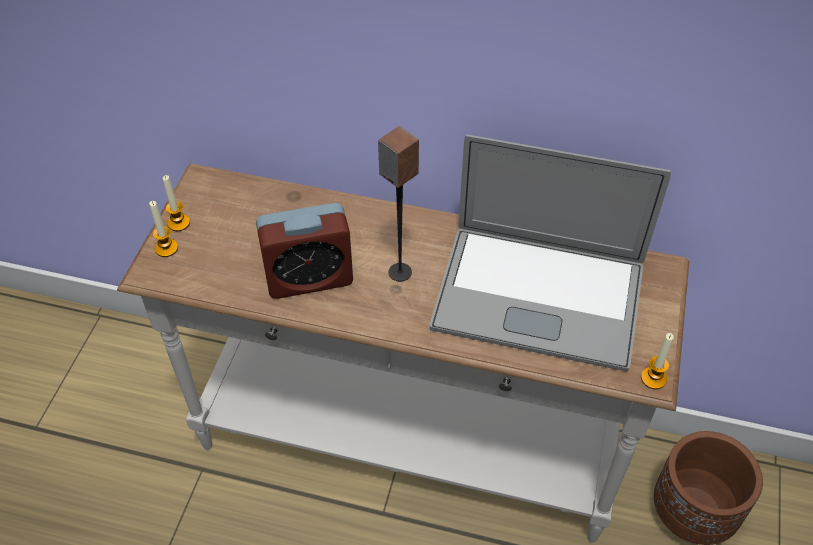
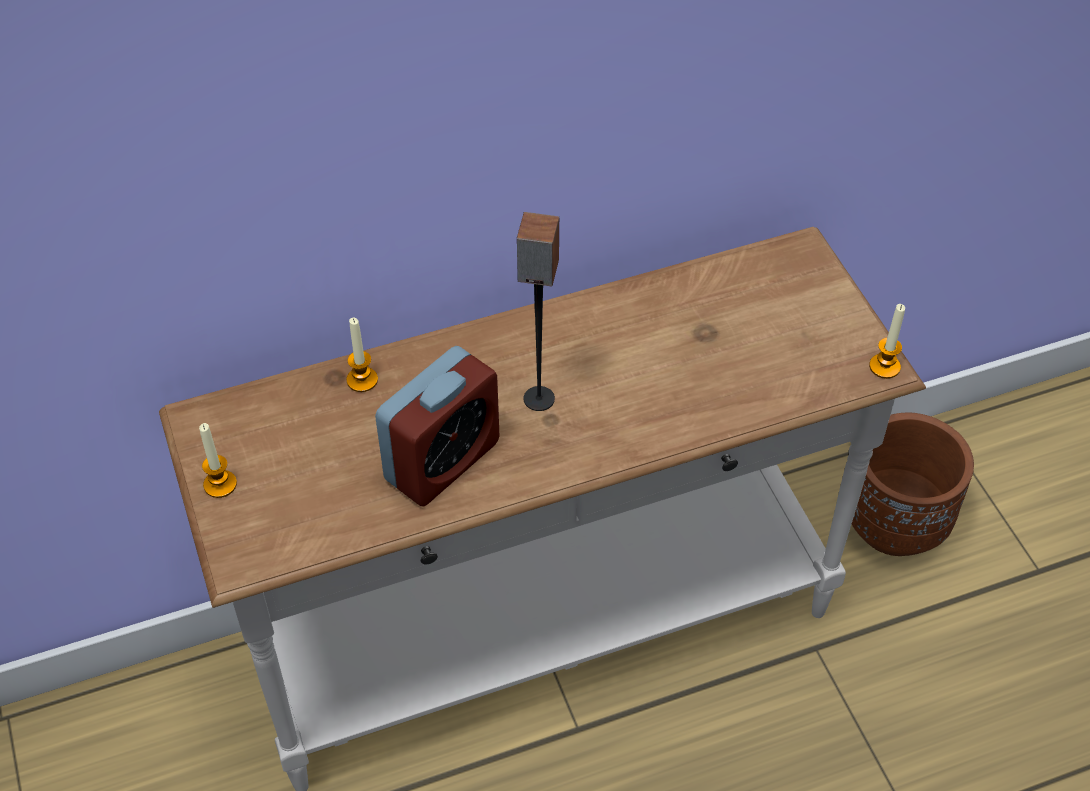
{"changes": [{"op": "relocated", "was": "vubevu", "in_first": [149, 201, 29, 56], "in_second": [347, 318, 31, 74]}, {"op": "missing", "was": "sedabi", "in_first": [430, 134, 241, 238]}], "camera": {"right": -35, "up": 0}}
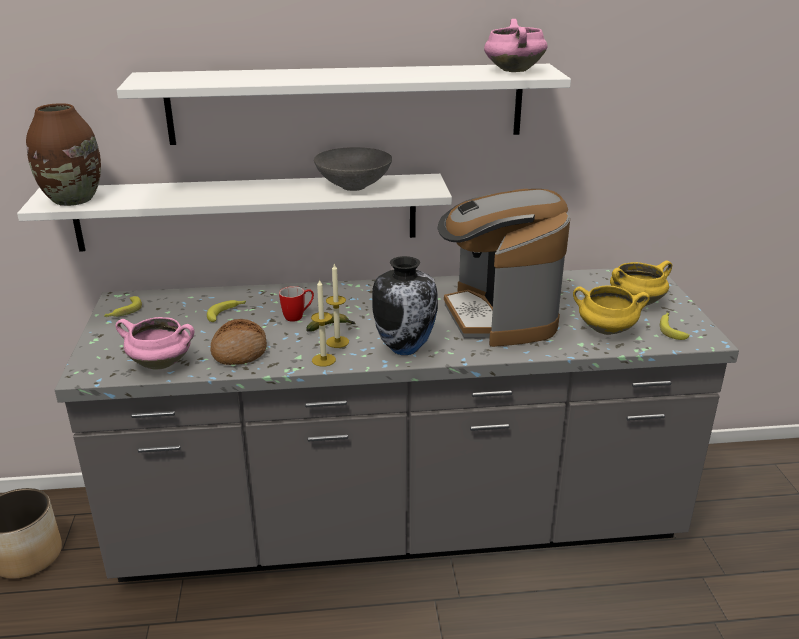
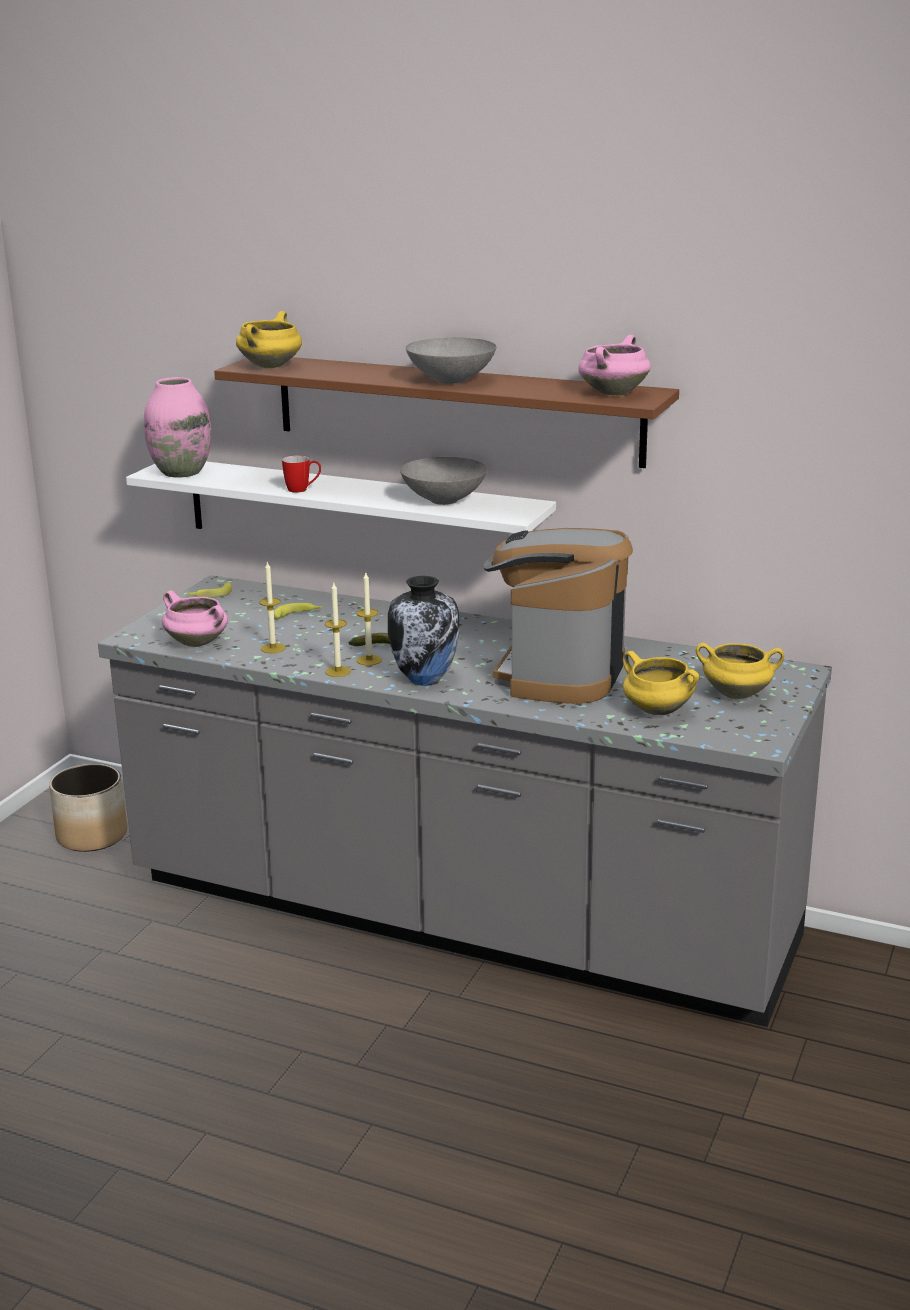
{"changes": [{"op": "colour", "was": "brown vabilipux", "now": "pink vabilipux", "in_first": [26, 103, 75, 103], "in_second": [144, 377, 68, 101]}, {"op": "colour", "was": "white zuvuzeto", "now": "brown zuvuzeto", "in_first": [117, 64, 454, 81], "in_second": [214, 357, 465, 111]}, {"op": "exchanged", "was": "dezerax", "now": "vubevu", "in_first": [210, 319, 57, 46], "in_second": [259, 562, 27, 91]}, {"op": "relocated", "was": "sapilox", "in_first": [279, 286, 35, 36], "in_second": [282, 455, 39, 38]}, {"op": "missing", "was": "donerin", "in_first": [660, 312, 30, 28]}, {"op": "appeared", "now": "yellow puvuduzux", "in_second": [236, 311, 66, 57]}, {"op": "appeared", "now": "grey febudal", "in_second": [406, 337, 90, 47]}], "camera": {"right": 30, "up": -5}}
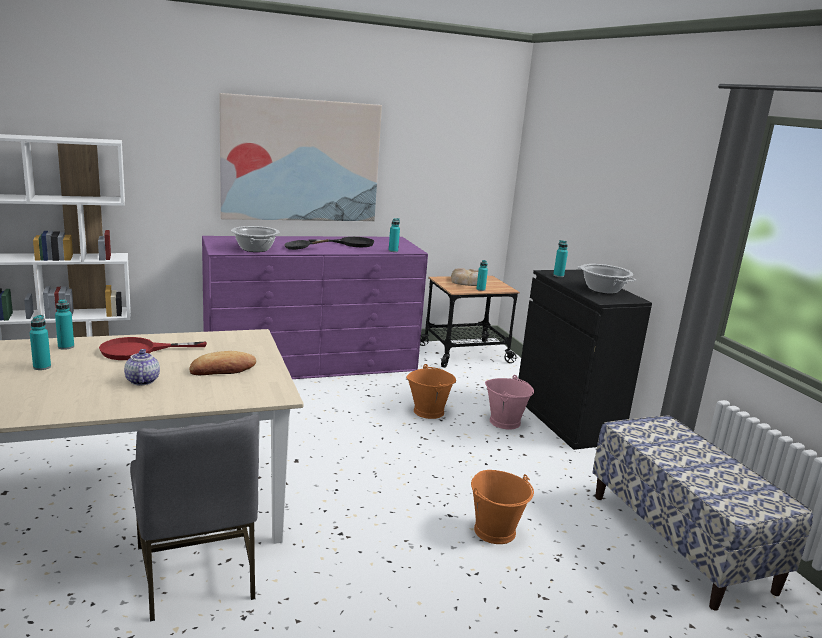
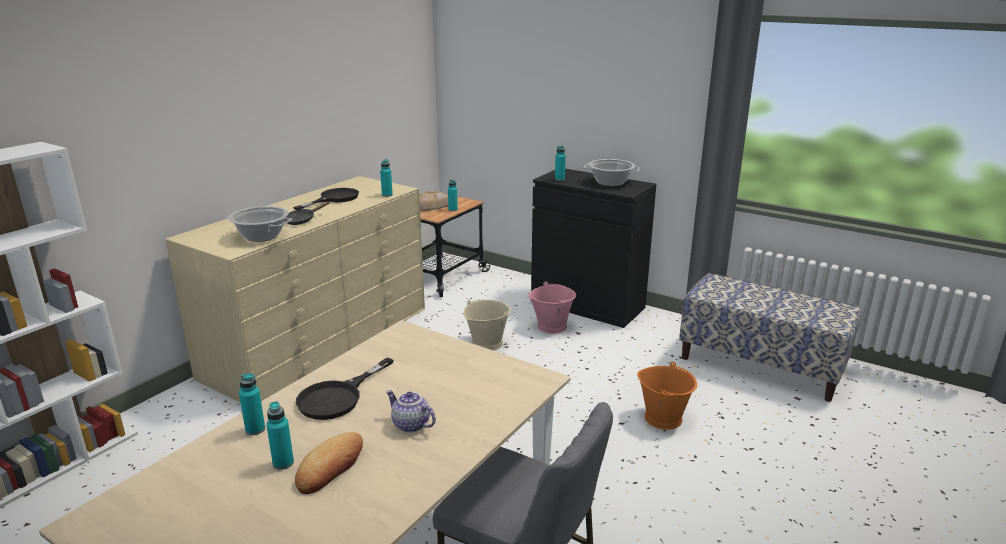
{"changes": [{"op": "colour", "was": "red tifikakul", "now": "black tifikakul", "in_first": [99, 337, 108, 23], "in_second": [296, 357, 98, 63]}, {"op": "relocated", "was": "dezerax", "in_first": [189, 351, 68, 24], "in_second": [295, 432, 68, 62]}, {"op": "colour", "was": "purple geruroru", "now": "beige geruroru", "in_first": [202, 236, 226, 143], "in_second": [165, 176, 260, 226]}, {"op": "missing", "was": "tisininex", "in_first": [219, 93, 163, 128]}, {"op": "colour", "was": "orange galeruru", "now": "beige galeruru", "in_first": [406, 364, 50, 55], "in_second": [463, 299, 48, 52]}], "camera": {"right": -35, "up": 5}}
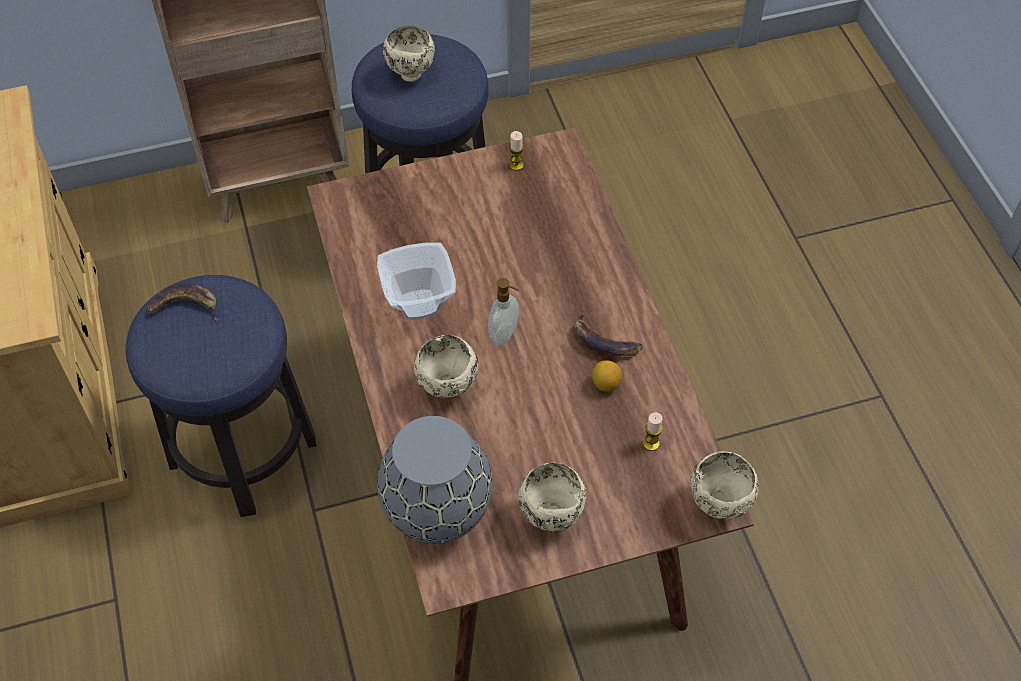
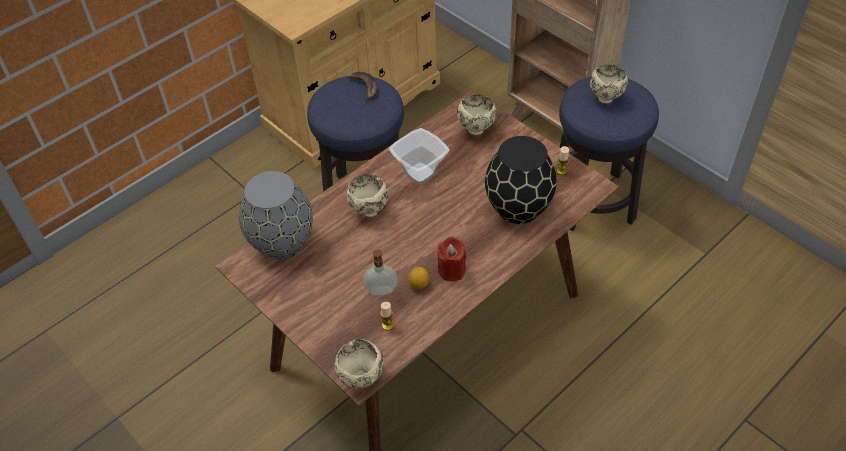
{"changes": [{"op": "relocated", "was": "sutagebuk", "in_first": [488, 278, 31, 67], "in_second": [363, 250, 35, 46]}, {"op": "relocated", "was": "beige febudal", "in_first": [518, 463, 68, 68], "in_second": [457, 94, 39, 41]}, {"op": "exchanged", "was": "donerin", "now": "red vubevu", "in_first": [574, 312, 69, 44], "in_second": [437, 237, 29, 44]}, {"op": "appeared", "now": "black vabilipux", "in_second": [485, 136, 72, 88]}], "camera": {"right": 65, "up": -5}}
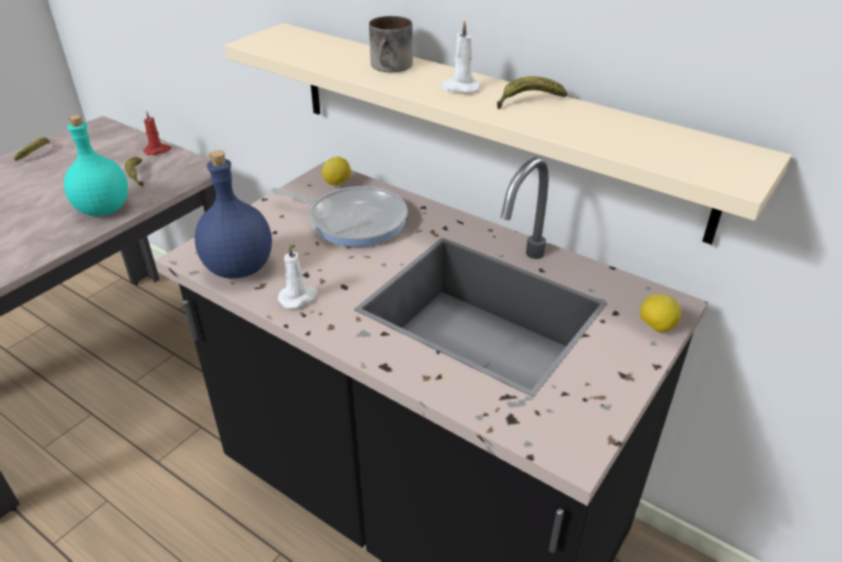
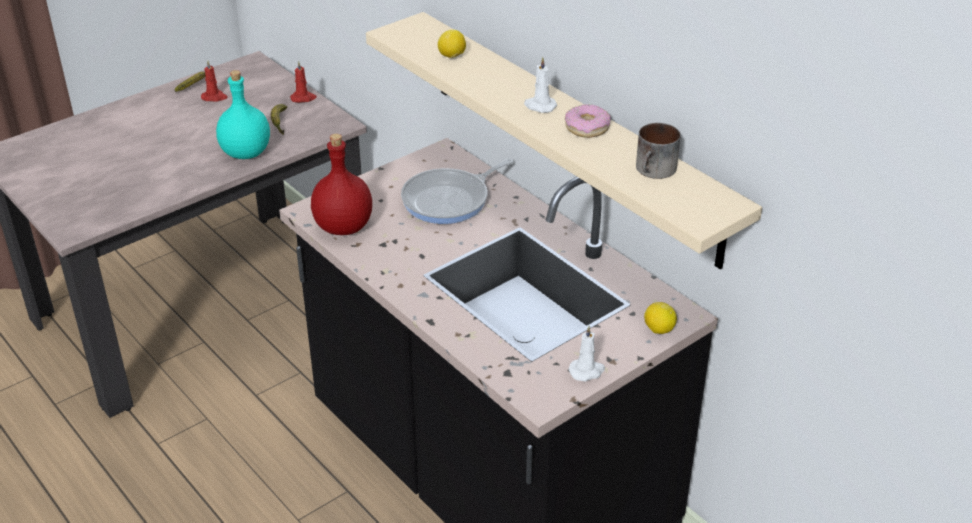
{"changes": [{"op": "colour", "was": "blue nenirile", "now": "red nenirile", "in_first": [195, 150, 77, 128], "in_second": [311, 134, 61, 101]}, {"op": "spun", "was": "tifikakul", "in_first": [271, 186, 137, 61], "in_second": [401, 159, 112, 65], "clockwise": 105}, {"op": "relocated", "was": "white vubevu", "in_first": [278, 244, 40, 65], "in_second": [568, 326, 37, 56]}, {"op": "relocated", "was": "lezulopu", "in_first": [322, 157, 29, 29], "in_second": [438, 30, 28, 28]}, {"op": "relocated", "was": "sapilox", "in_first": [369, 16, 44, 56], "in_second": [636, 123, 45, 56]}, {"op": "exchanged", "was": "donerin", "now": "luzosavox", "in_first": [497, 76, 70, 33], "in_second": [565, 104, 46, 34]}, {"op": "appeared", "now": "red vubevu", "in_second": [201, 60, 27, 42]}], "camera": {"right": 15, "up": 0}}
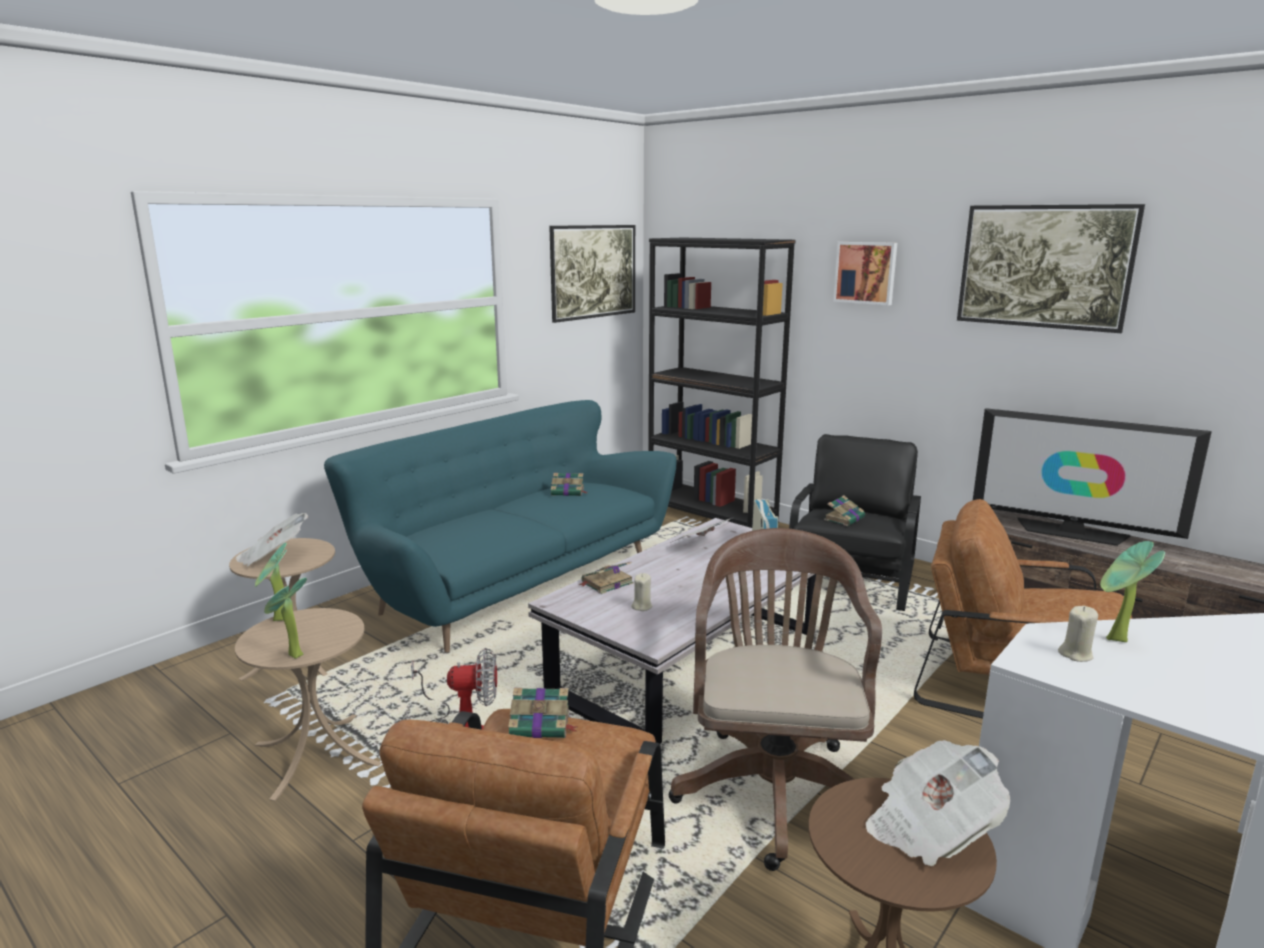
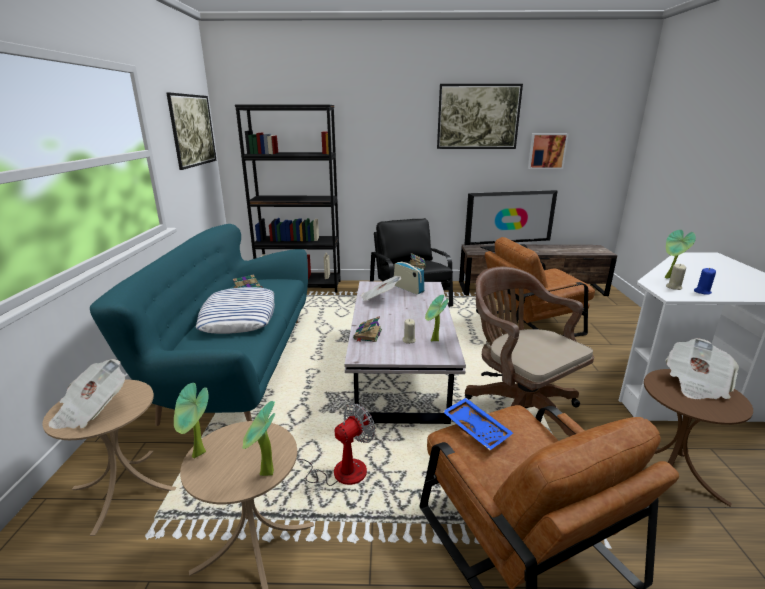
{"changes": [{"op": "exchanged", "was": "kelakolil", "now": "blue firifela", "in_first": [508, 688, 70, 50], "in_second": [442, 398, 71, 52]}, {"op": "relocated", "was": "tisininex", "in_first": [833, 242, 64, 63], "in_second": [528, 133, 41, 36]}, {"op": "appeared", "now": "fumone", "in_second": [195, 287, 80, 47]}, {"op": "appeared", "now": "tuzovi", "in_second": [425, 295, 24, 47]}, {"op": "appeared", "now": "blue vubevu", "in_second": [694, 268, 22, 27]}], "camera": {"right": -40, "up": 5}}
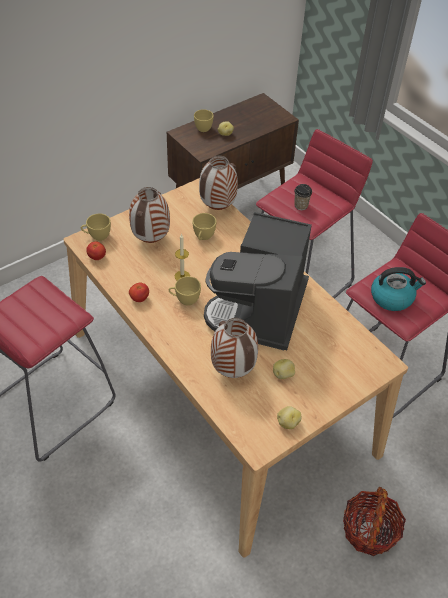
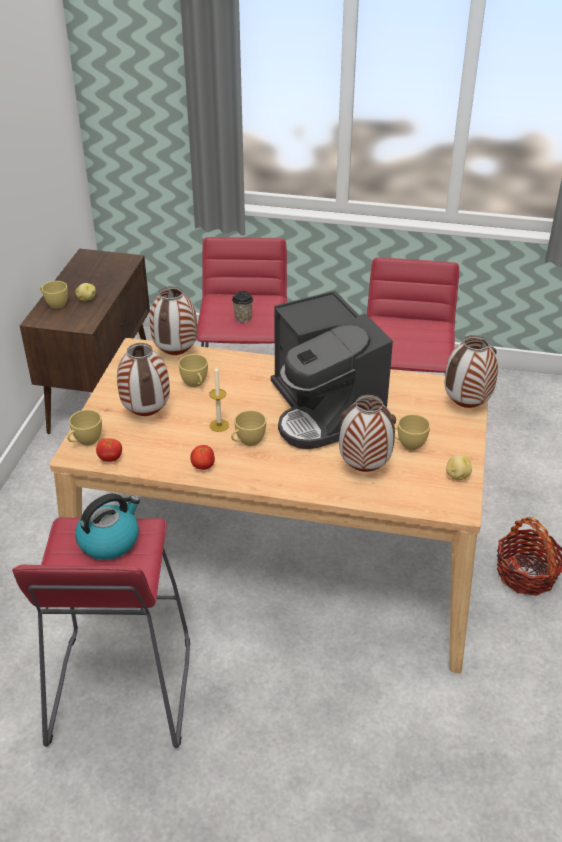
{"changes": [{"op": "exchanged", "was": "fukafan", "now": "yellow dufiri", "in_first": [273, 359, 22, 20], "in_second": [395, 414, 35, 36]}, {"op": "relocated", "was": "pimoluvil", "in_first": [371, 267, 55, 44], "in_second": [75, 493, 65, 67]}, {"op": "appeared", "now": "vabilipux", "in_second": [445, 335, 53, 73]}], "camera": {"right": -40, "up": -10}}
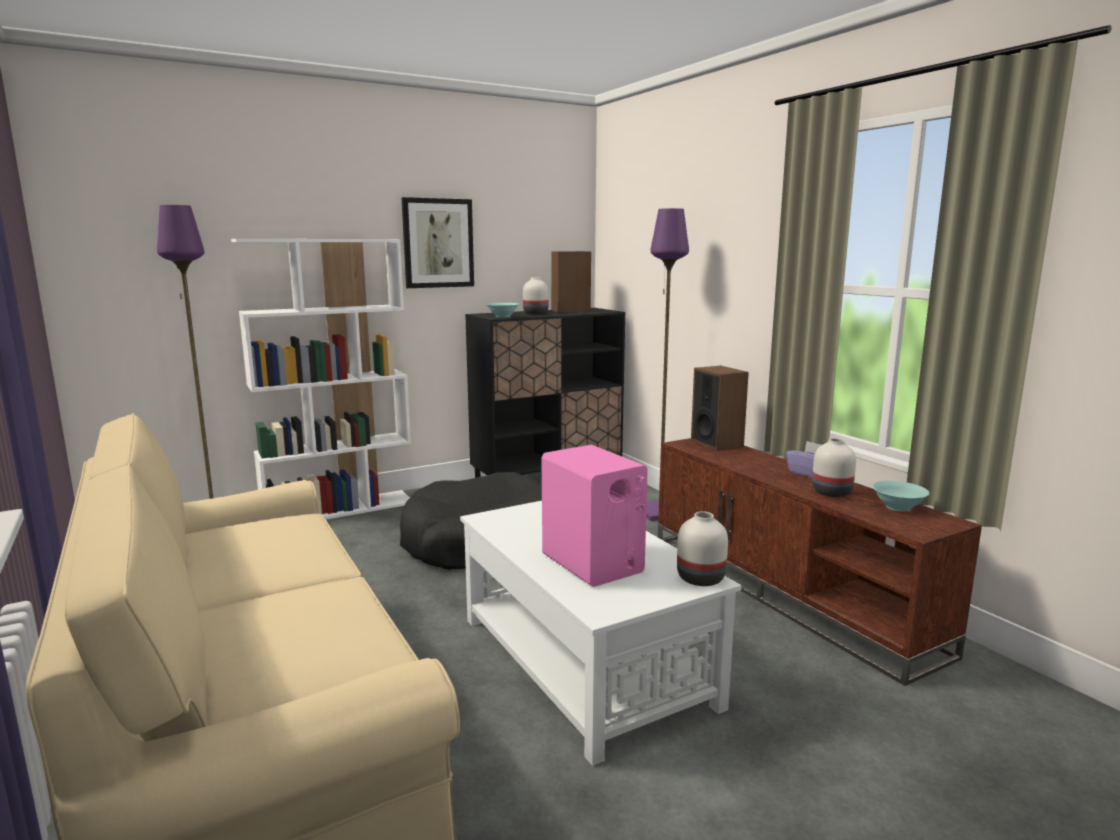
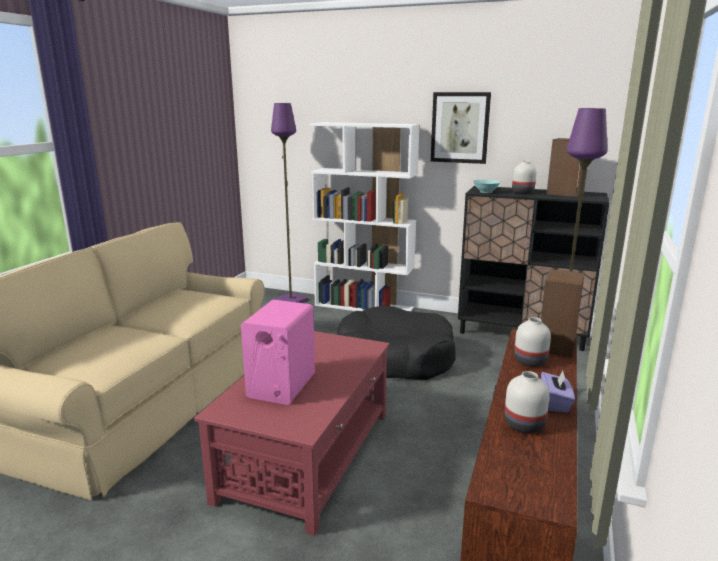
{"changes": [{"op": "colour", "was": "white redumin", "now": "red redumin", "in_first": [460, 501, 281, 265], "in_second": [194, 331, 196, 205]}, {"op": "relocated", "was": "white vabilipux", "in_first": [677, 511, 51, 75], "in_second": [514, 317, 37, 50]}, {"op": "missing", "was": "turquoise febudal", "in_first": [872, 481, 58, 31]}], "camera": {"right": 50, "up": 5}}
